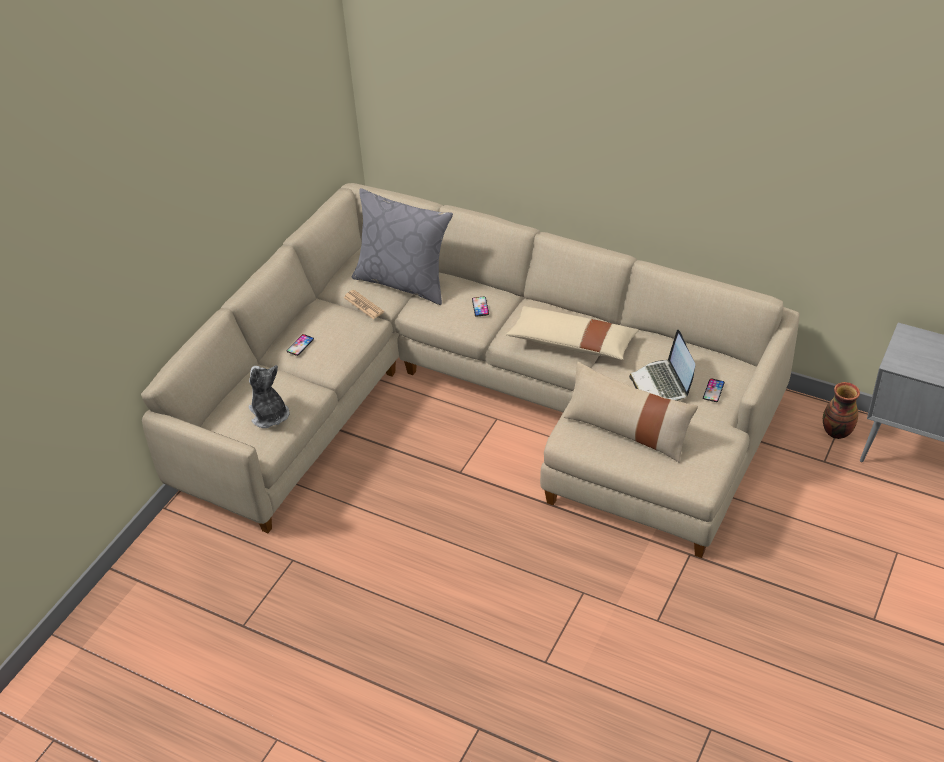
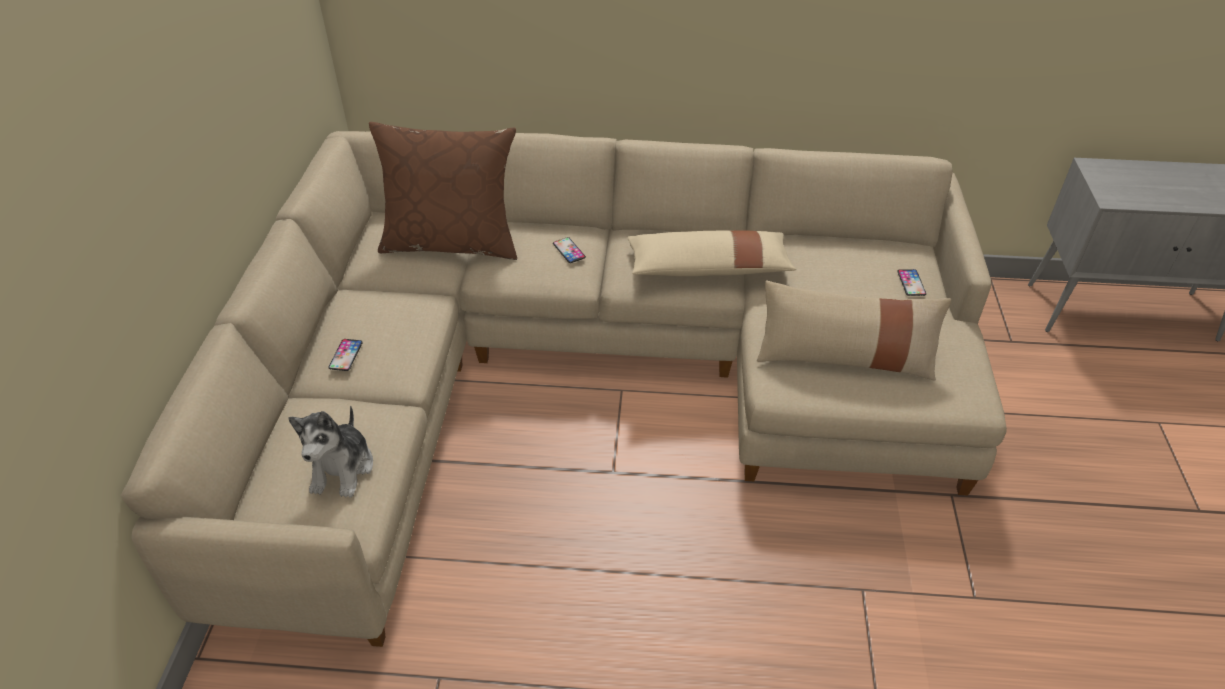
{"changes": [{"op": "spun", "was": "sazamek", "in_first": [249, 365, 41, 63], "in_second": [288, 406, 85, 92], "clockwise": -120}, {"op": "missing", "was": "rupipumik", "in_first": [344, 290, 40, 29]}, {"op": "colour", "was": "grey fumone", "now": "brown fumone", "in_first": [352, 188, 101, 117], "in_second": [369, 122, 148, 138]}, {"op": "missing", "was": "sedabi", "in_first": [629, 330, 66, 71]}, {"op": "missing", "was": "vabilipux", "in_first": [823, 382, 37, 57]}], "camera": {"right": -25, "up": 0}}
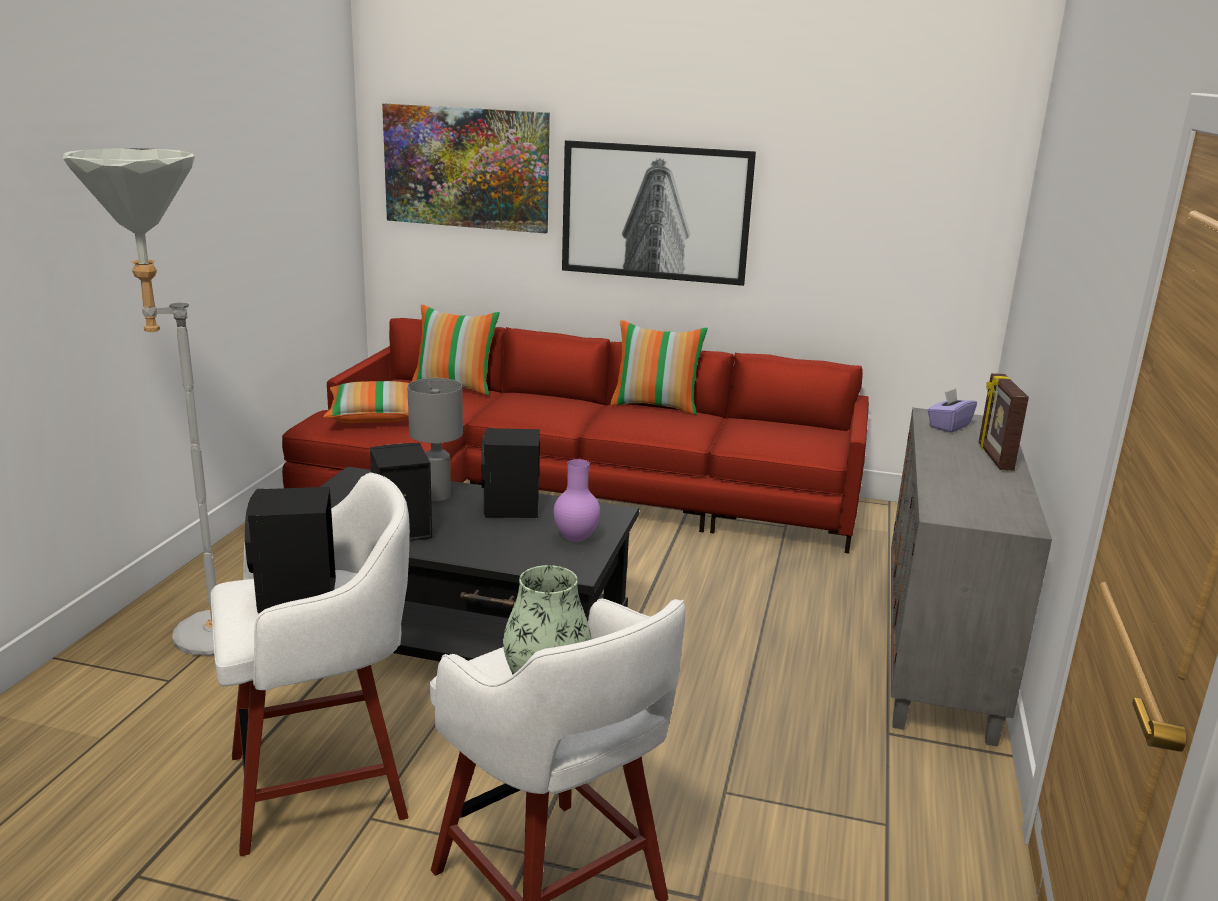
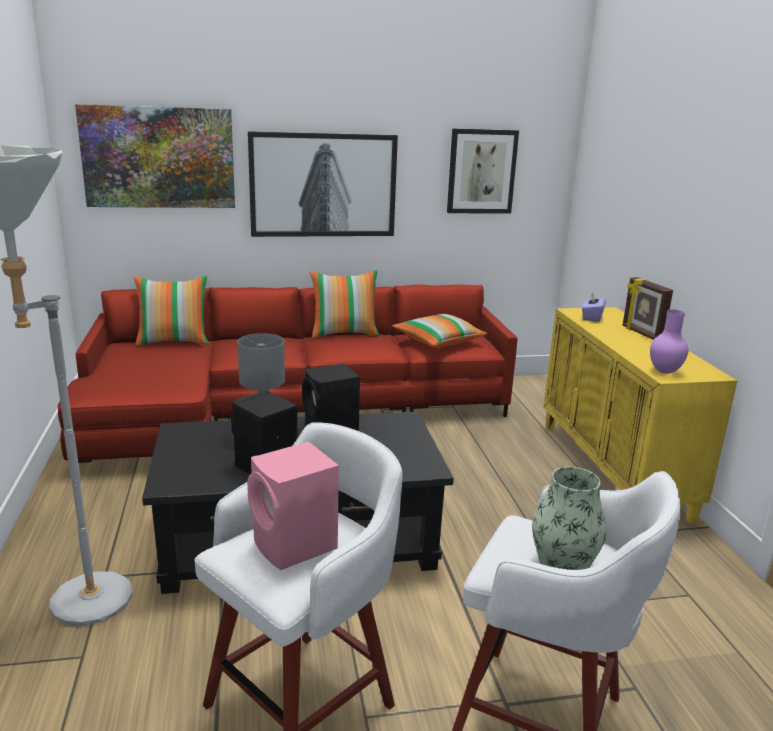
{"changes": [{"op": "colour", "was": "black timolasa", "now": "pink timolasa", "in_first": [245, 487, 91, 126], "in_second": [247, 442, 92, 128]}, {"op": "relocated", "was": "fumone", "in_first": [324, 381, 85, 42], "in_second": [392, 314, 95, 34]}, {"op": "relocated", "was": "purple vabilipux", "in_first": [554, 459, 46, 83], "in_second": [650, 309, 38, 65]}, {"op": "colour", "was": "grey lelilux", "now": "yellow lelilux", "in_first": [891, 408, 161, 339], "in_second": [544, 307, 194, 217]}, {"op": "appeared", "now": "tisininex", "in_second": [447, 128, 72, 86]}], "camera": {"right": -25, "up": 0}}
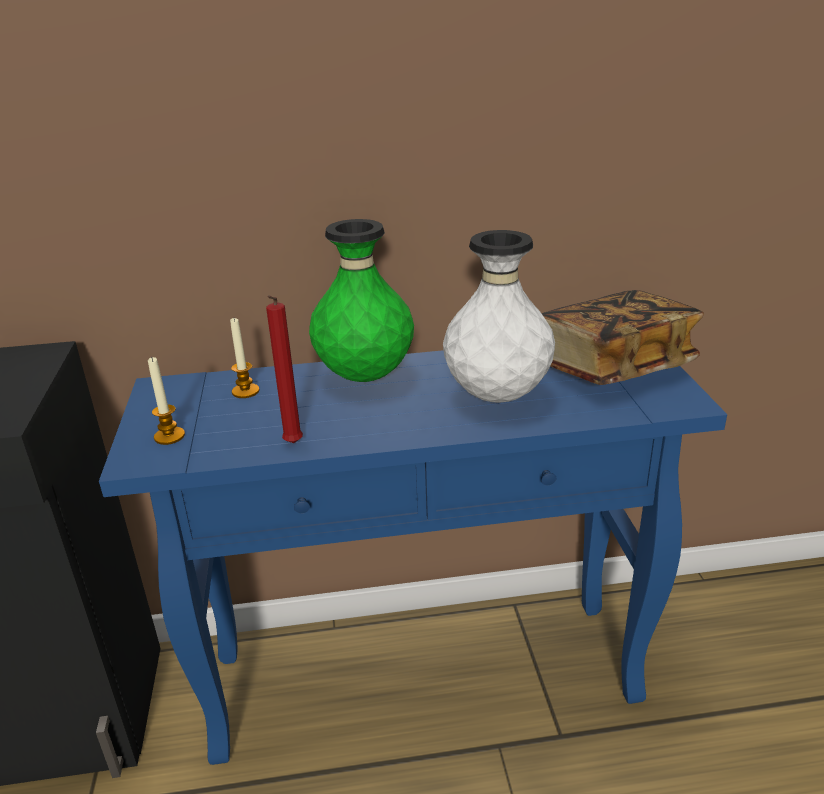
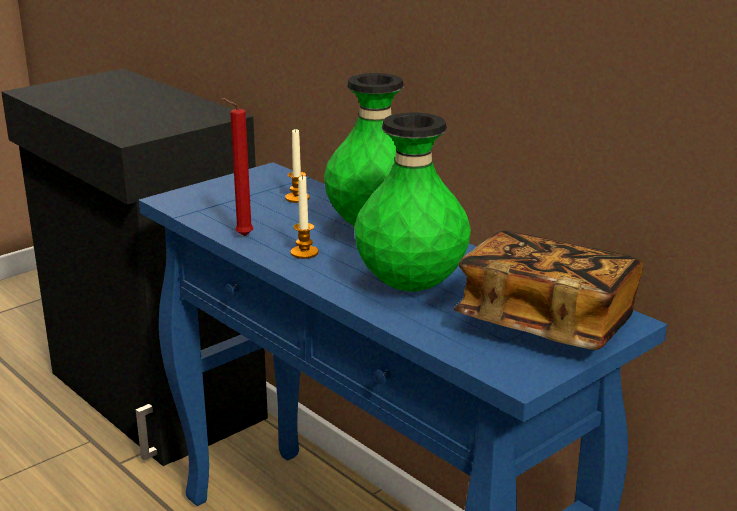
{"changes": [{"op": "relocated", "was": "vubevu", "in_first": [148, 357, 37, 88], "in_second": [291, 175, 27, 84]}, {"op": "colour", "was": "white vabilipux", "now": "green vabilipux", "in_first": [443, 230, 112, 173], "in_second": [354, 112, 117, 180]}], "camera": {"right": 55, "up": -5}}
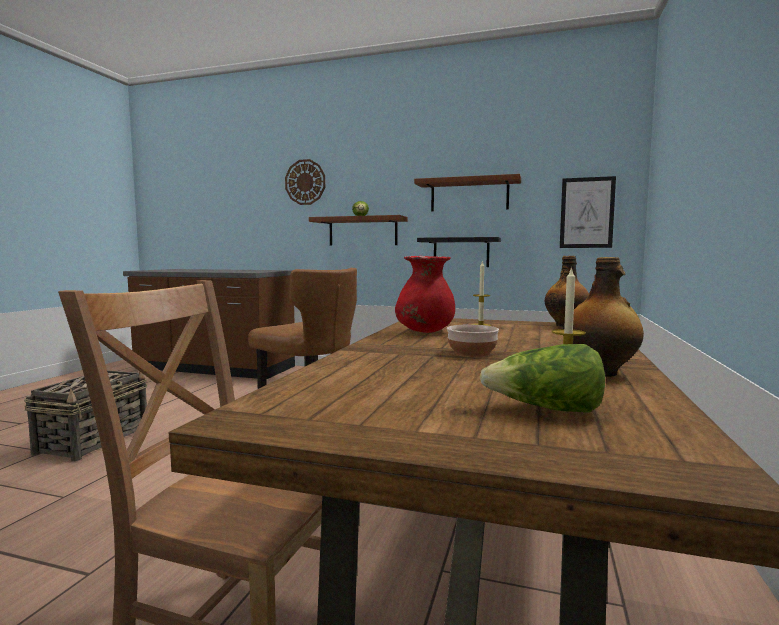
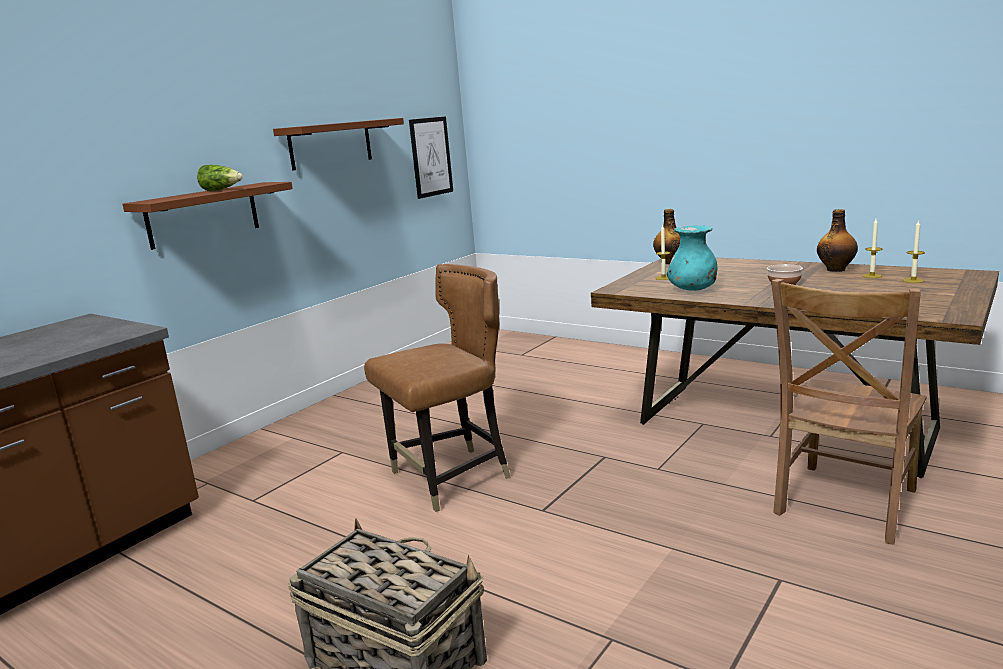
{"changes": [{"op": "missing", "was": "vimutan", "in_first": [285, 159, 40, 46]}, {"op": "colour", "was": "red vabilipux", "now": "turquoise vabilipux", "in_first": [395, 256, 60, 77], "in_second": [667, 225, 50, 66]}, {"op": "missing", "was": "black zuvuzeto", "in_first": [417, 237, 84, 30]}, {"op": "exchanged", "was": "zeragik", "now": "vubevu", "in_first": [480, 344, 125, 69], "in_second": [903, 220, 22, 63]}], "camera": {"right": -70, "up": 10}}
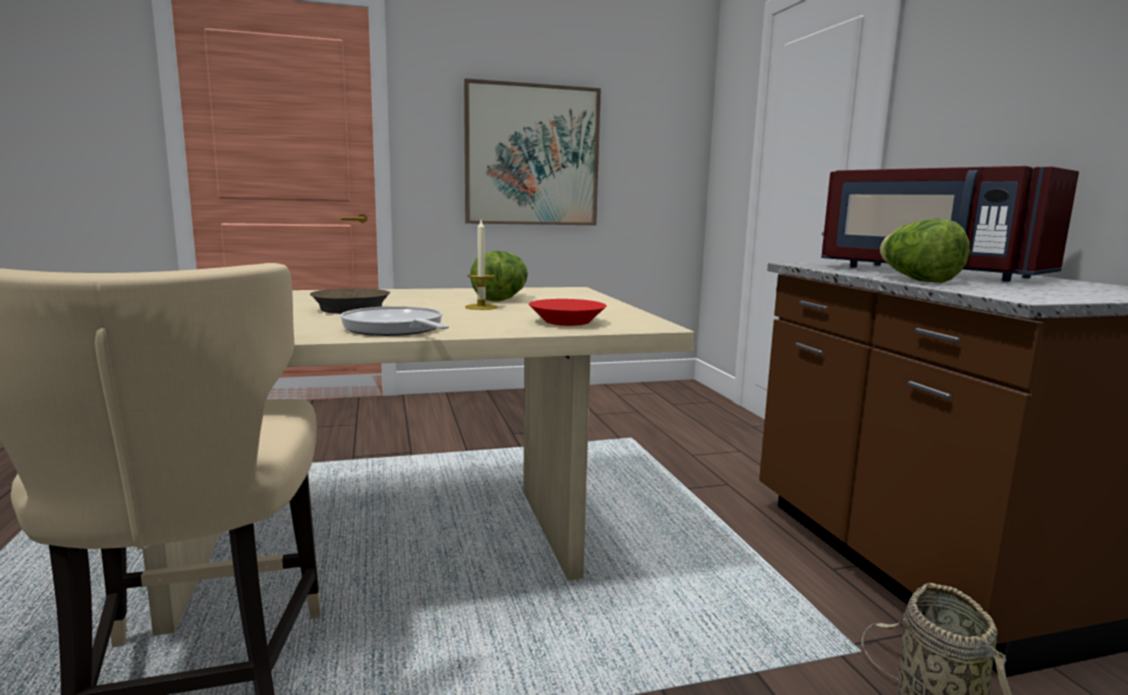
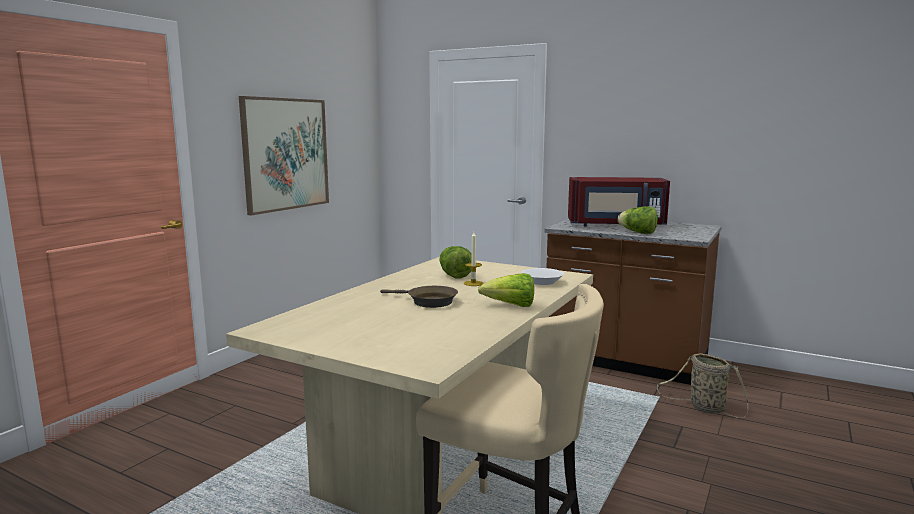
{"changes": [{"op": "exchanged", "was": "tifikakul", "now": "zeragik", "in_first": [340, 306, 109, 30], "in_second": [478, 273, 56, 34]}, {"op": "colour", "was": "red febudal", "now": "white febudal", "in_first": [529, 299, 78, 27], "in_second": [522, 268, 42, 17]}], "camera": {"right": -45, "up": 0}}
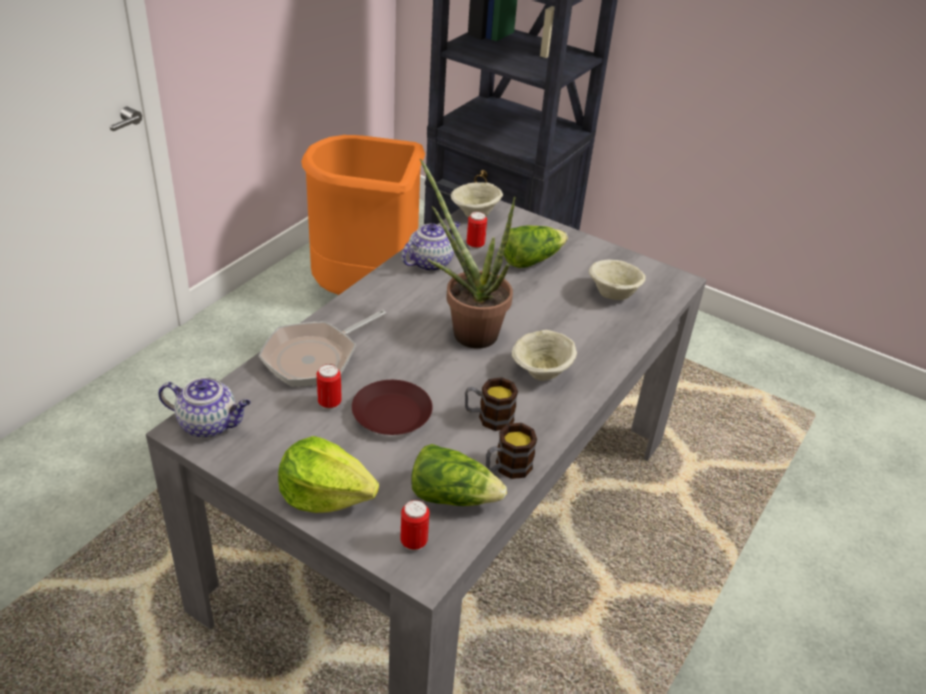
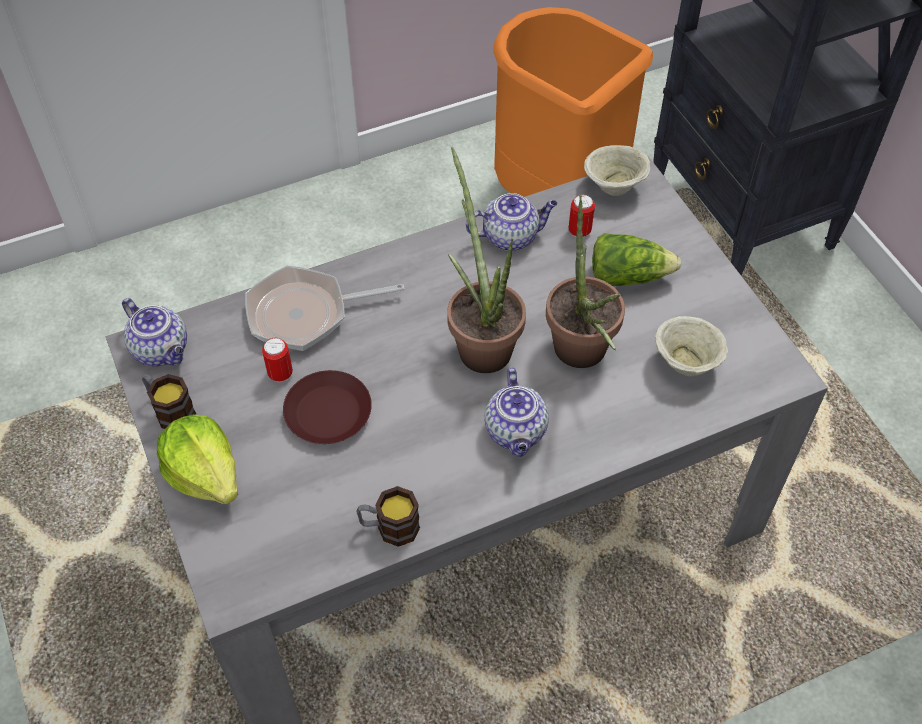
{"changes": [{"op": "missing", "was": "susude", "in_first": [400, 500, 29, 51]}, {"op": "missing", "was": "zeragik", "in_first": [411, 444, 96, 62]}, {"op": "relocated", "was": "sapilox", "in_first": [465, 377, 53, 54], "in_second": [142, 374, 54, 55]}, {"op": "exchanged", "was": "beige febudal", "now": "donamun", "in_first": [512, 330, 65, 51], "in_second": [484, 367, 65, 90]}, {"op": "appeared", "now": "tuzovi", "in_second": [546, 195, 79, 173]}], "camera": {"right": 35, "up": 15}}
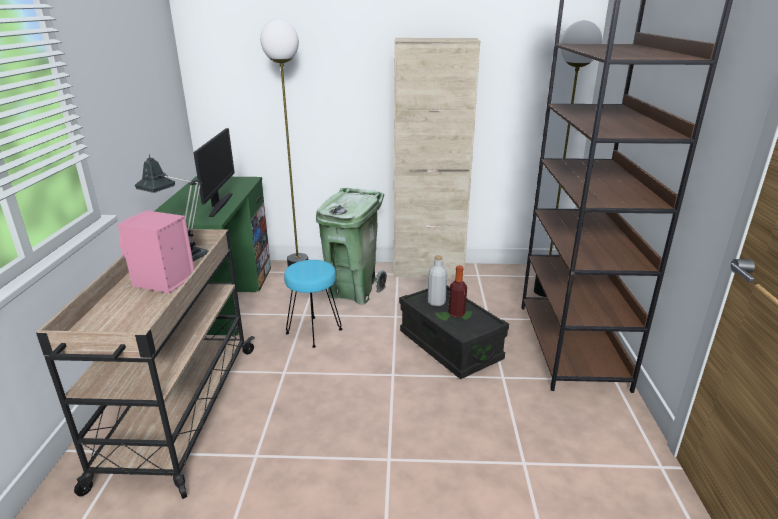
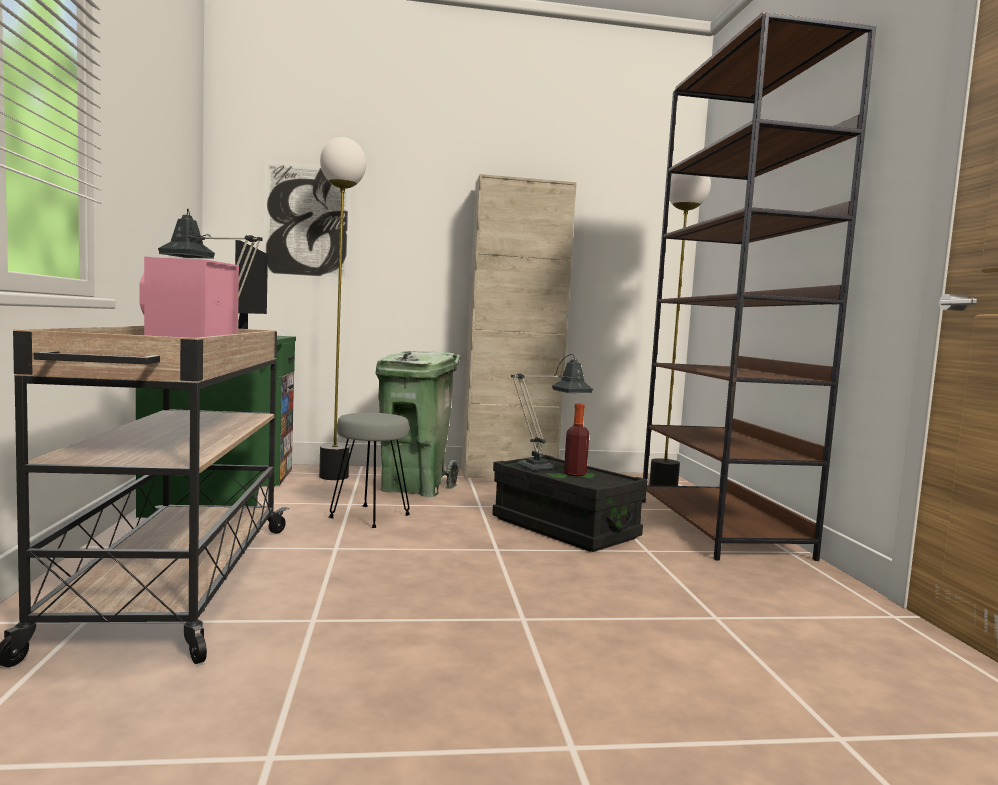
{"changes": [{"op": "colour", "was": "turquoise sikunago", "now": "grey sikunago", "in_first": [284, 260, 58, 88], "in_second": [328, 413, 82, 115]}, {"op": "exchanged", "was": "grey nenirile", "now": "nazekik", "in_first": [428, 255, 19, 51], "in_second": [511, 354, 82, 117]}, {"op": "appeared", "now": "tisininex", "in_second": [263, 160, 88, 120]}], "camera": {"right": -10, "up": -20}}
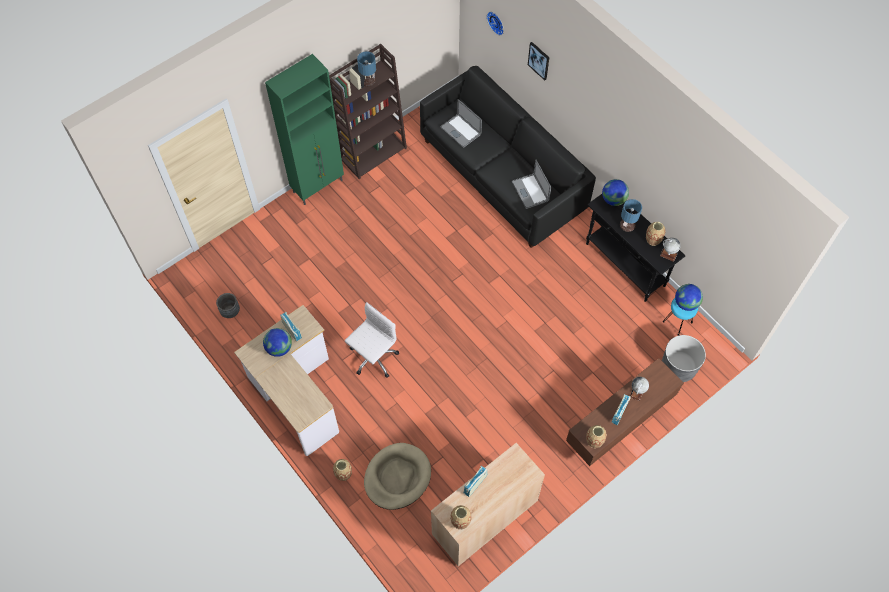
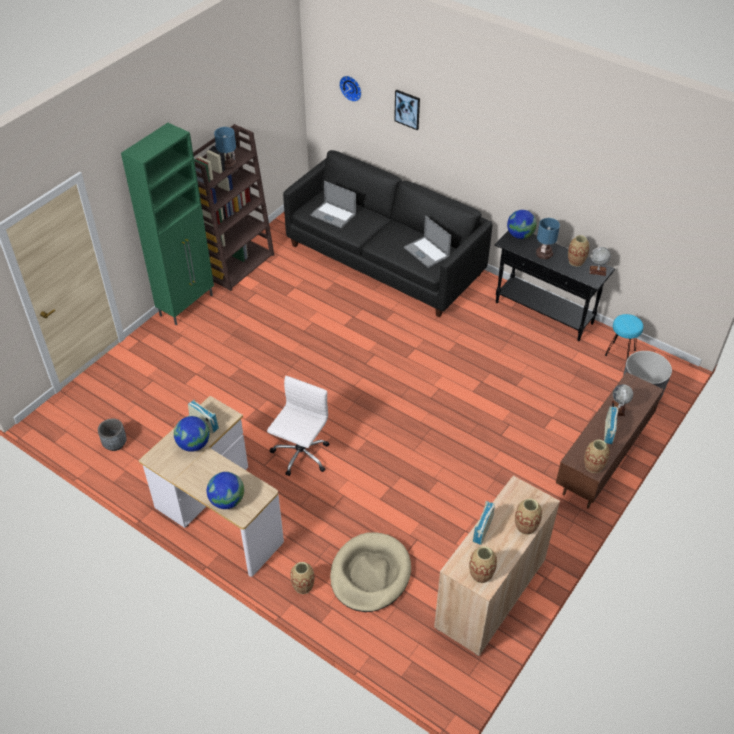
{"changes": [{"op": "relocated", "was": "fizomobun", "in_first": [675, 284, 28, 27], "in_second": [207, 472, 37, 37]}, {"op": "appeared", "now": "vabilipux", "in_second": [515, 499, 27, 36]}], "camera": {"right": -15, "up": -15}}
